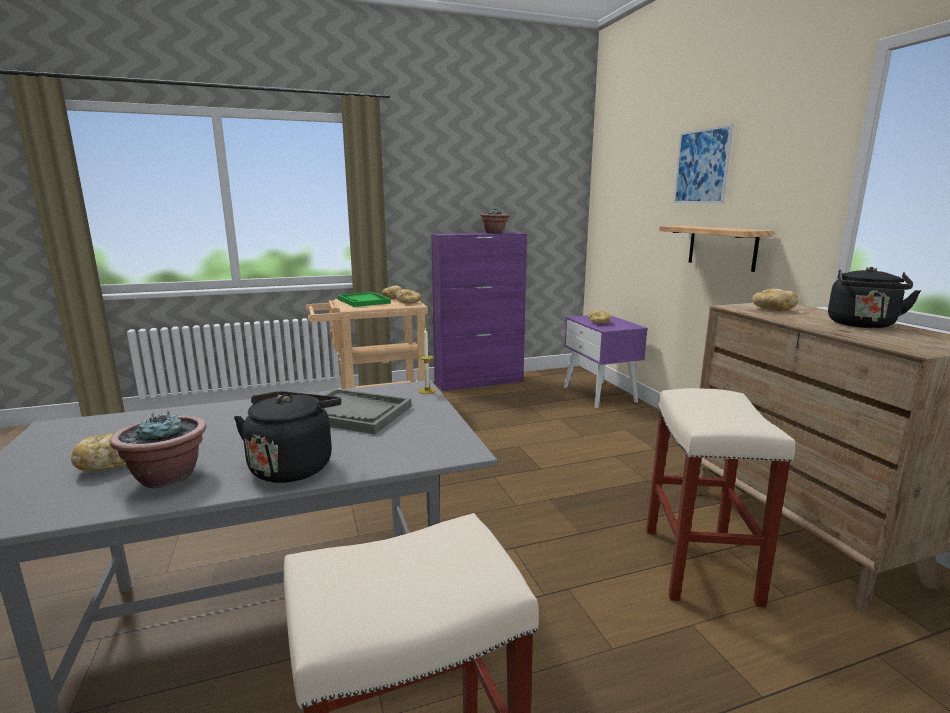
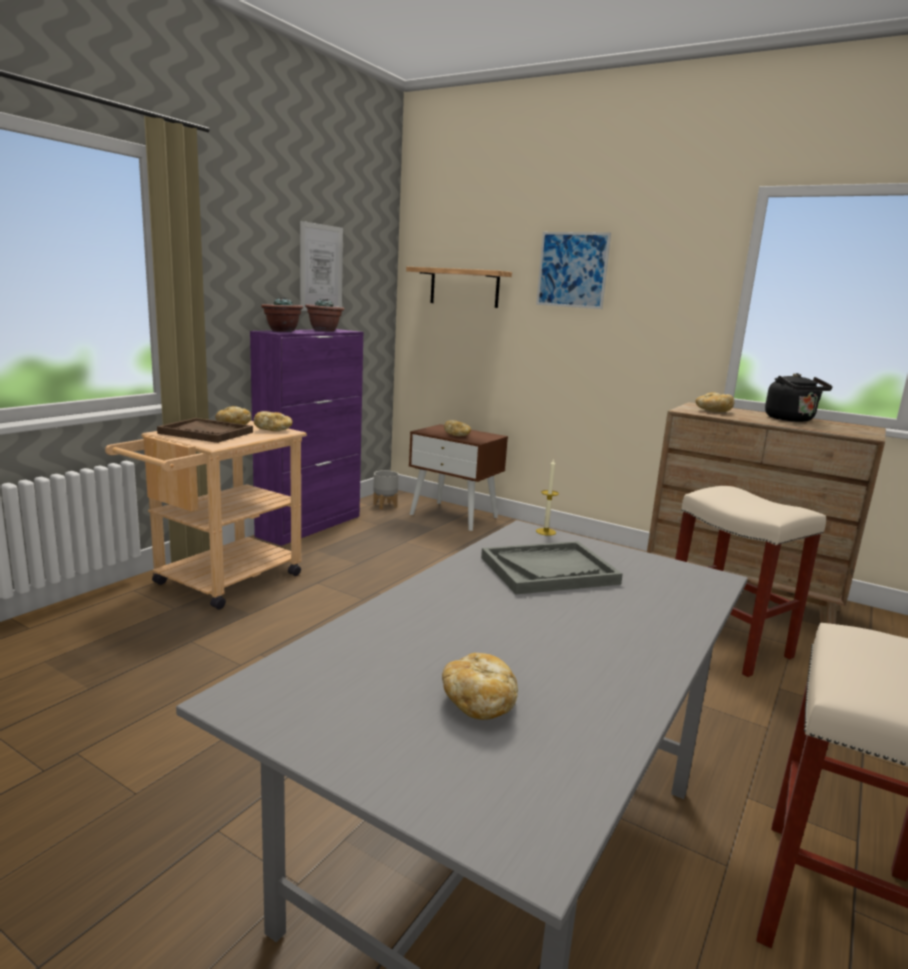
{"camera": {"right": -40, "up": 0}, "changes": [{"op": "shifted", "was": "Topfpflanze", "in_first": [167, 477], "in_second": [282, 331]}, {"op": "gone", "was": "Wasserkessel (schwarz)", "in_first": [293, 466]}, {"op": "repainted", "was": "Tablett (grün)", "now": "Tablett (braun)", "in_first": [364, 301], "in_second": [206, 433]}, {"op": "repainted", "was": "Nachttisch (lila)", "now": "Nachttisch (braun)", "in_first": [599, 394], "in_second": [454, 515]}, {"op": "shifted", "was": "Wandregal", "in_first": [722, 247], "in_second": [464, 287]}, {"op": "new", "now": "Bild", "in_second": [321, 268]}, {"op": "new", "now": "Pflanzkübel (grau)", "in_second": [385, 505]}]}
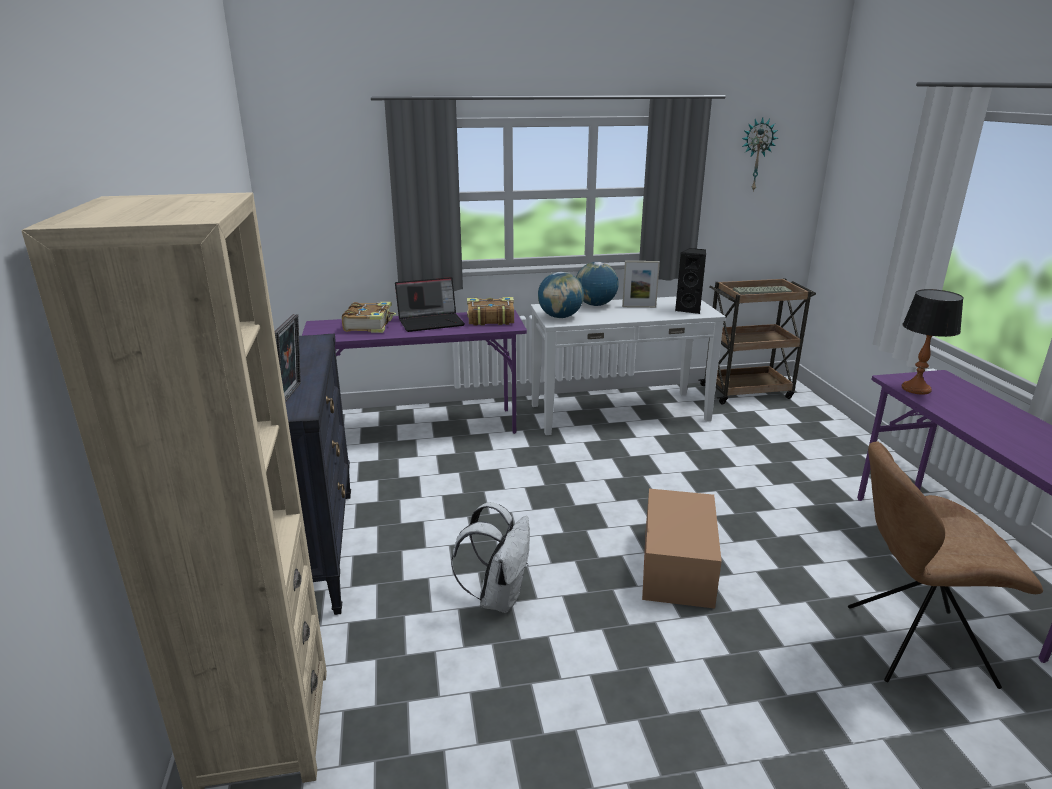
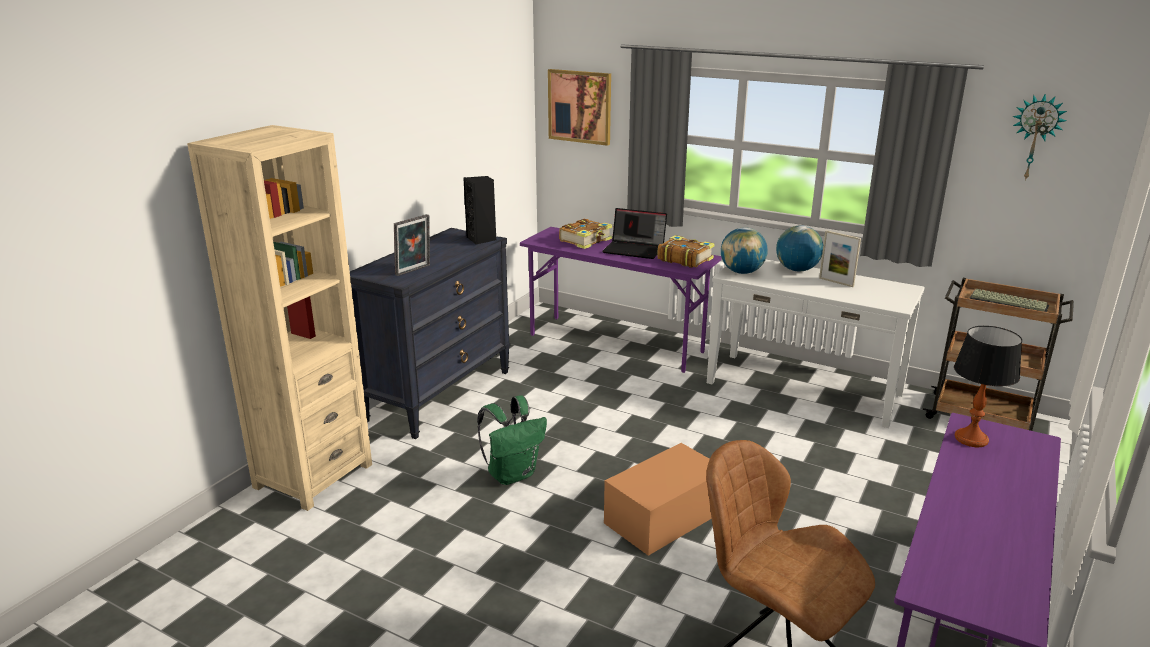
{"camera": {"right": 40, "up": 0}, "changes": [{"op": "repainted", "was": "Rucksack (weiß)", "now": "Rucksack (grün)", "in_first": [498, 597], "in_second": [512, 474]}, {"op": "shifted", "was": "Lautsprecher (schwarz)", "in_first": [689, 309], "in_second": [482, 239]}, {"op": "new", "now": "Bild", "in_second": [580, 106]}]}
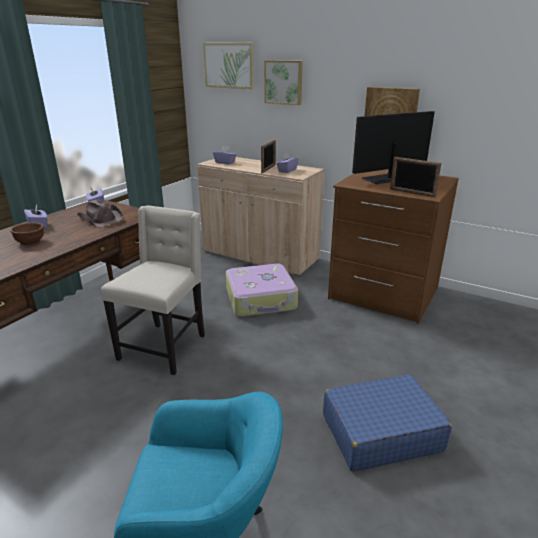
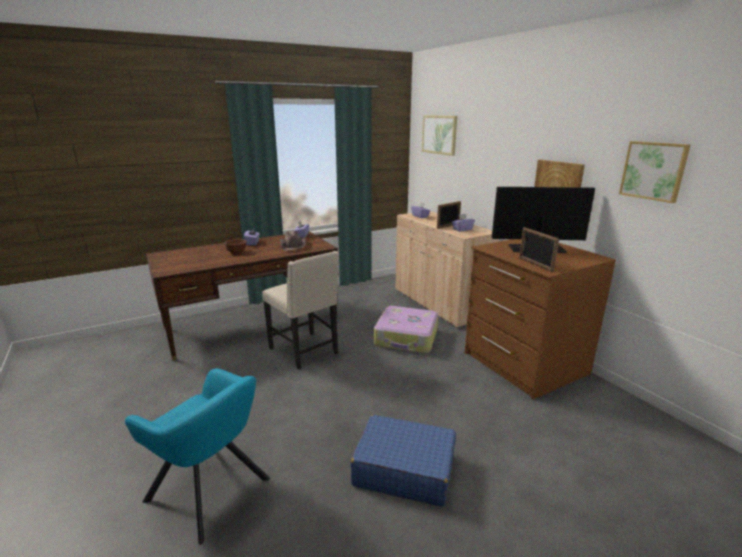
{"camera": {"right": 30, "up": -5}, "changes": [{"op": "rotated", "was": "Stuhl (beige)", "in_first": [164, 347], "in_second": [305, 351], "clockwise": 90}, {"op": "shifted", "was": "Bild", "in_first": [284, 82], "in_second": [654, 171]}]}
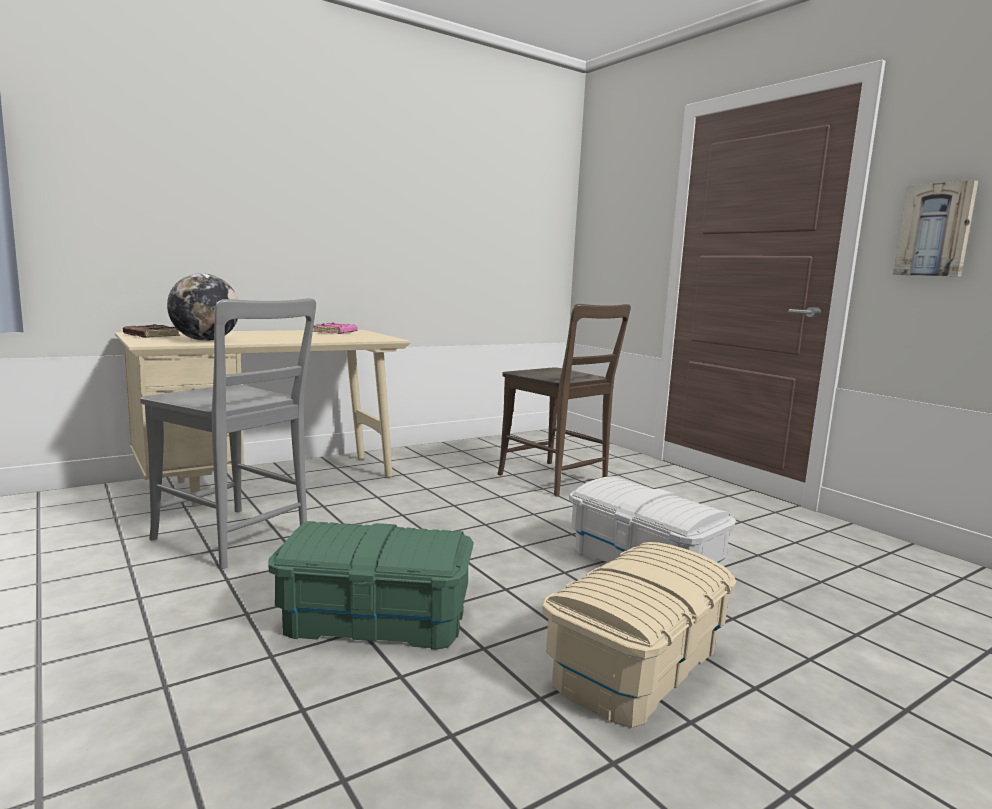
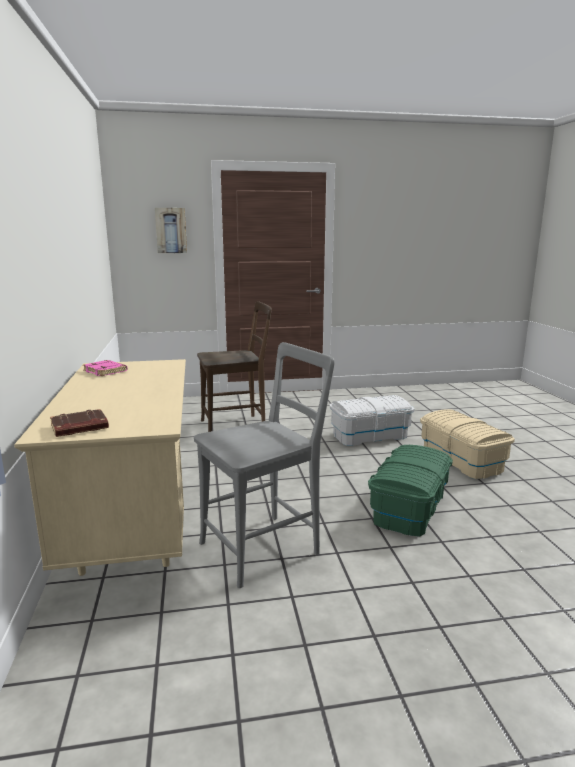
{"camera": {"right": -65, "up": 5}, "changes": [{"op": "gone", "was": "Globus", "in_first": [205, 340]}, {"op": "shifted", "was": "Bild", "in_first": [935, 230], "in_second": [171, 230]}]}
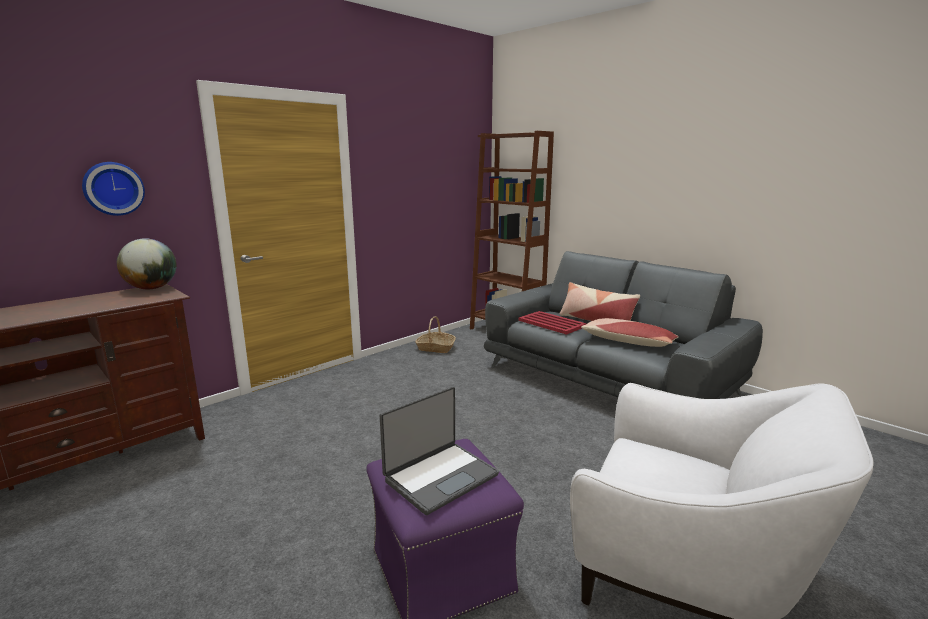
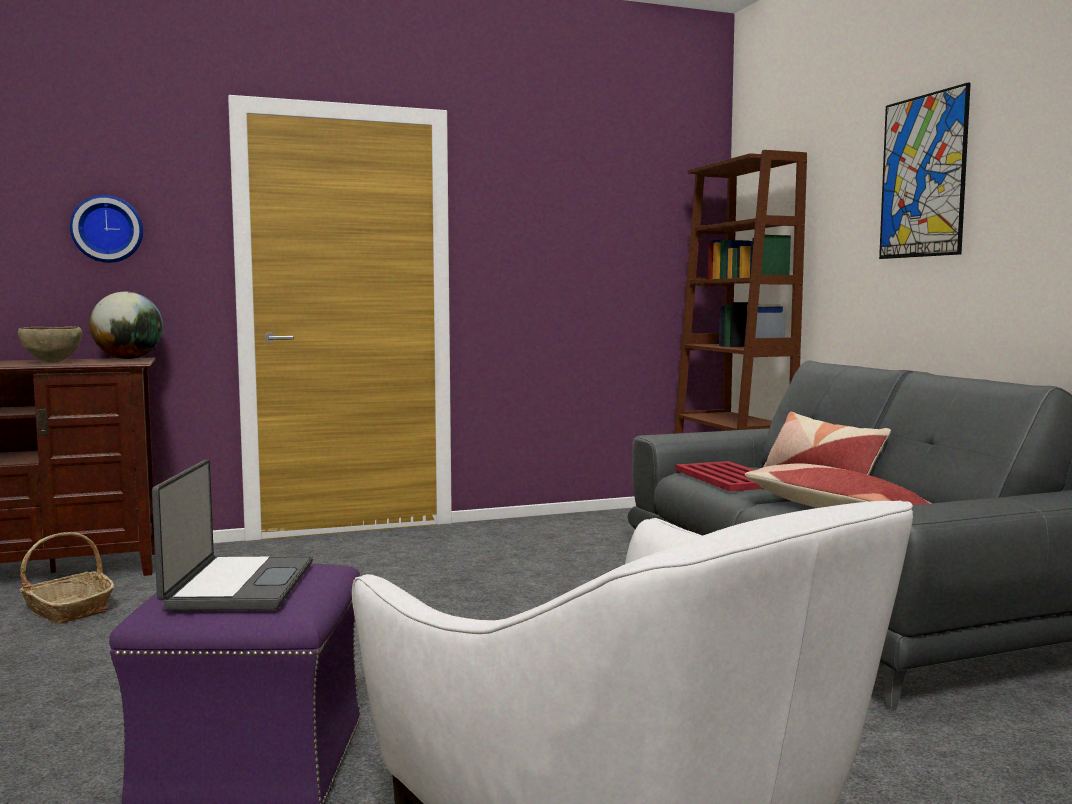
{"camera": {"right": 25, "up": -10}, "changes": [{"op": "rotated", "was": "Laptop", "in_first": [440, 477], "in_second": [237, 586], "clockwise": -75}, {"op": "shifted", "was": "Korb", "in_first": [435, 348], "in_second": [67, 610]}, {"op": "new", "now": "Schüssel (braun)", "in_second": [51, 362]}, {"op": "new", "now": "Bild", "in_second": [923, 176]}]}
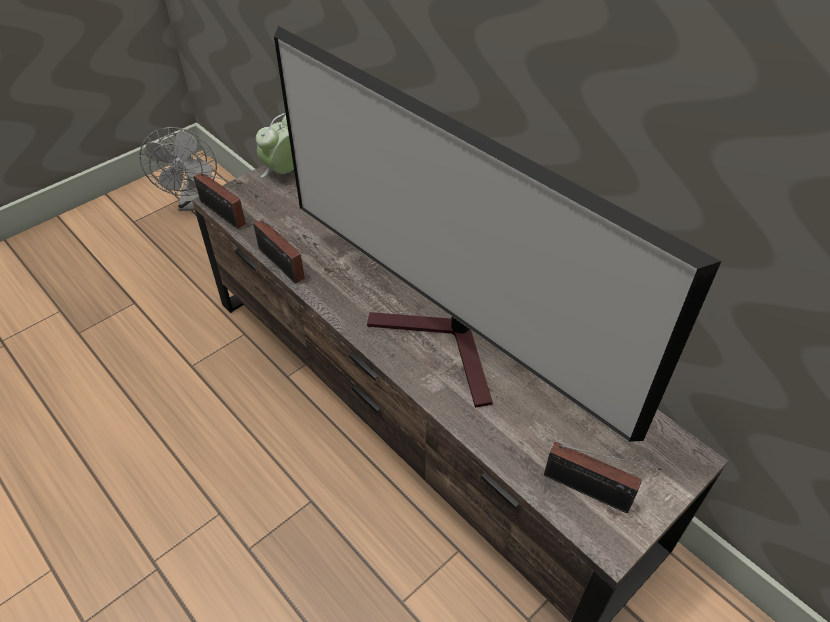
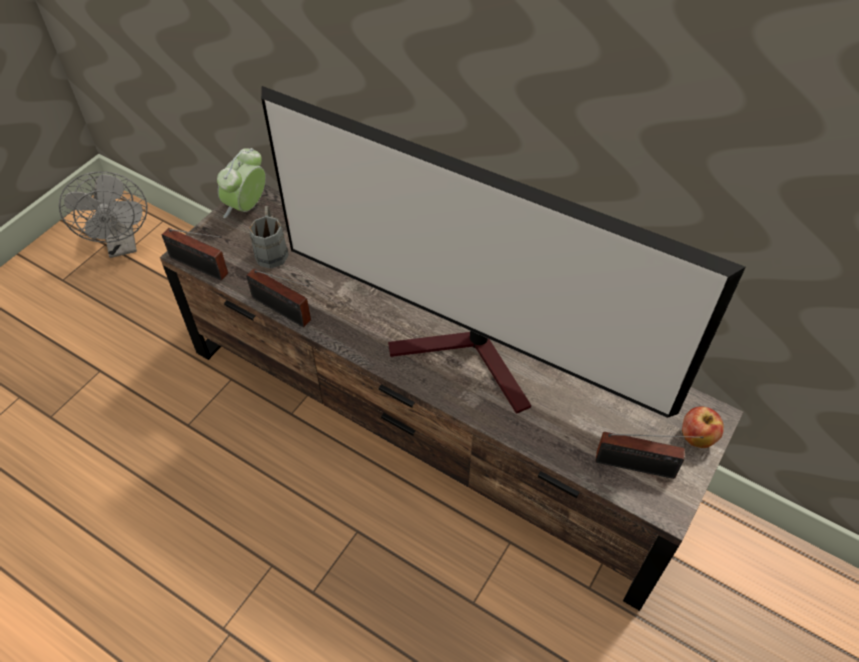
{"camera": {"right": -15, "up": 5}, "changes": [{"op": "new", "now": "Henkelbecher (grau)", "in_second": [272, 249]}, {"op": "new", "now": "Apfel", "in_second": [696, 438]}]}
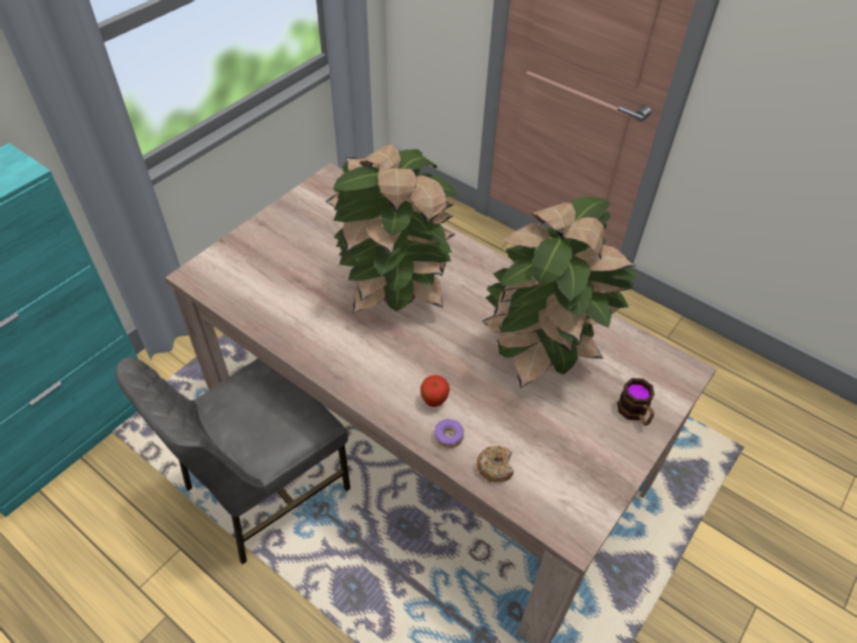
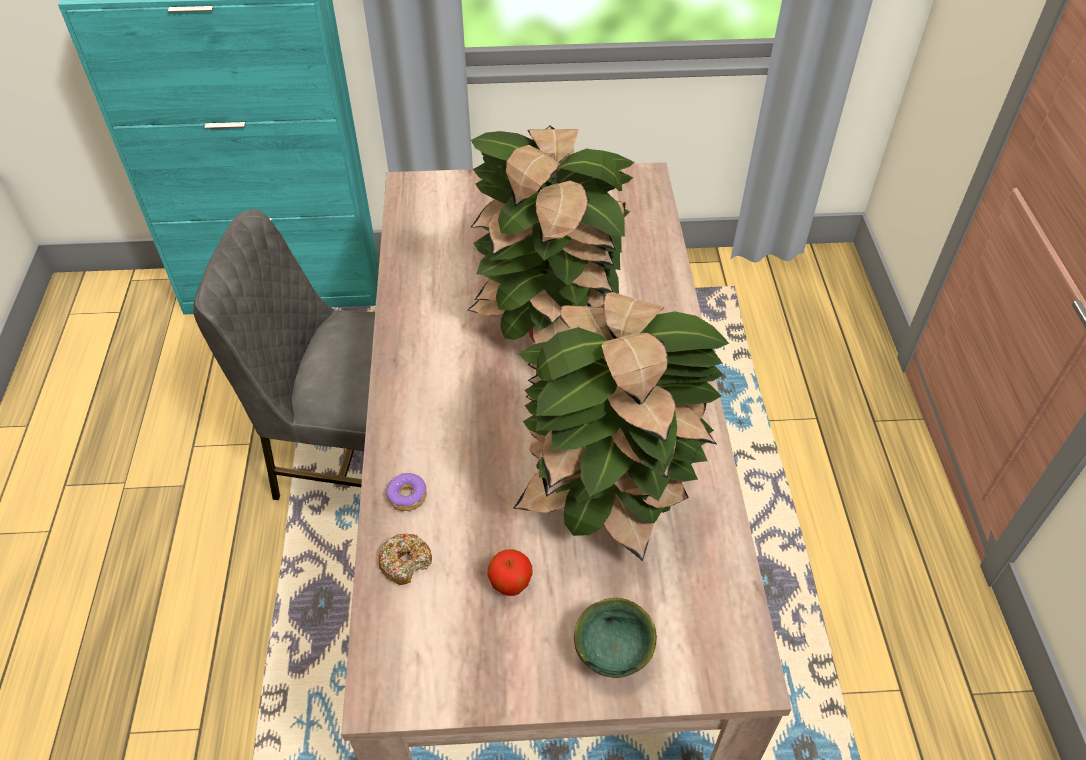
{"camera": {"right": 50, "up": 0}, "changes": [{"op": "shifted", "was": "Apfel", "in_first": [434, 401], "in_second": [510, 586]}, {"op": "swapped", "was": "Henkelbecher", "now": "Schüssel (grün)", "in_first": [635, 413], "in_second": [615, 655]}]}
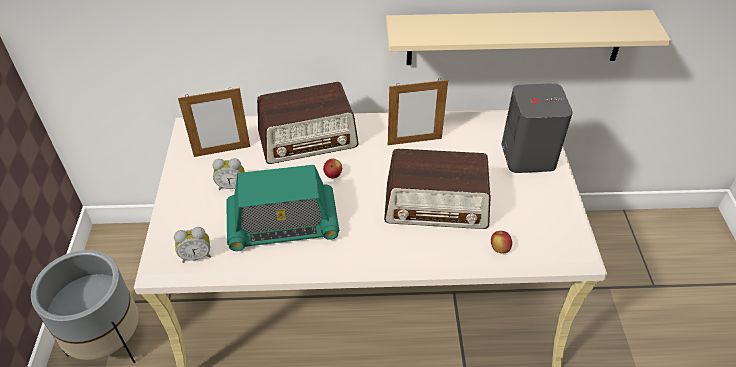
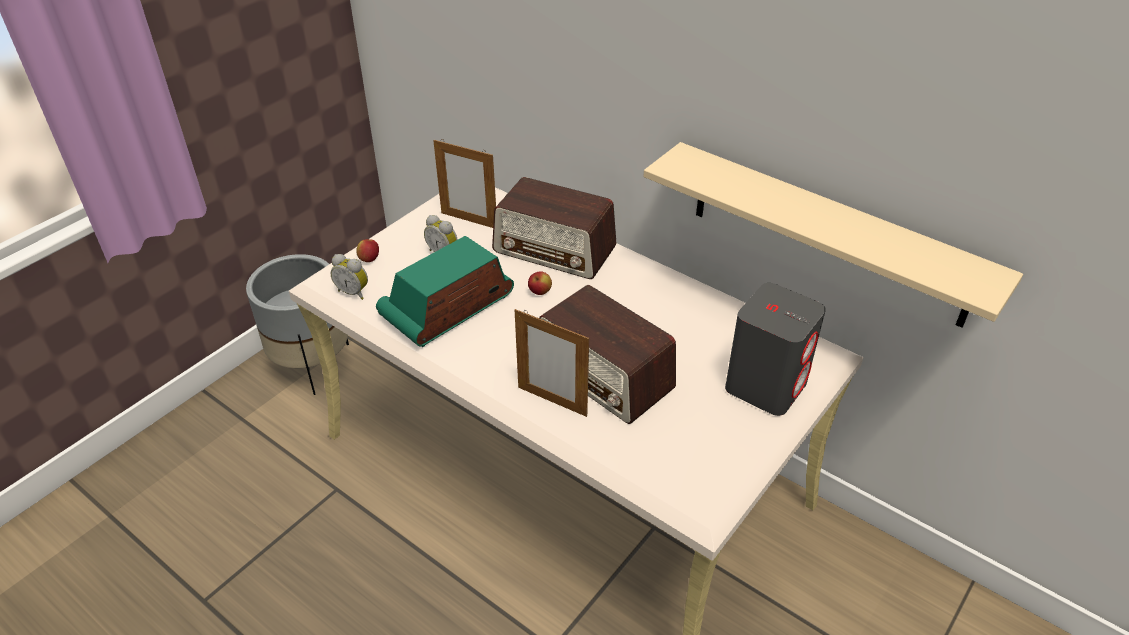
{"camera": {"right": 40, "up": -5}, "changes": [{"op": "rotated", "was": "Radio", "in_first": [283, 224], "in_second": [447, 308], "clockwise": 105}, {"op": "shifted", "was": "Bilderrahmen", "in_first": [414, 141], "in_second": [552, 401]}, {"op": "shifted", "was": "Apfel", "in_first": [499, 248], "in_second": [369, 259]}]}
